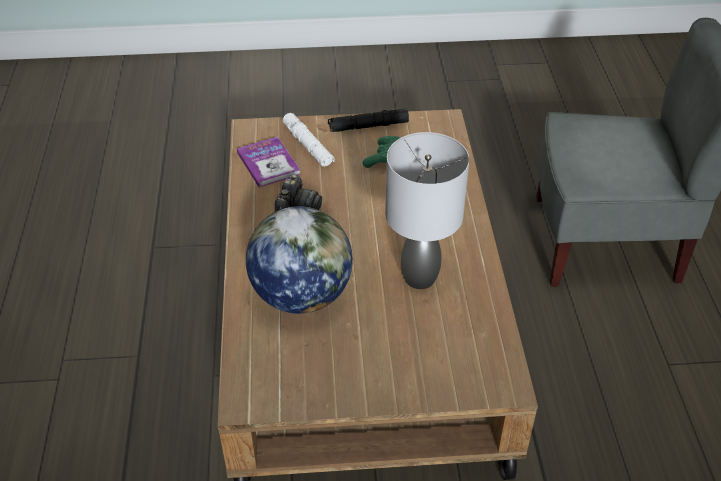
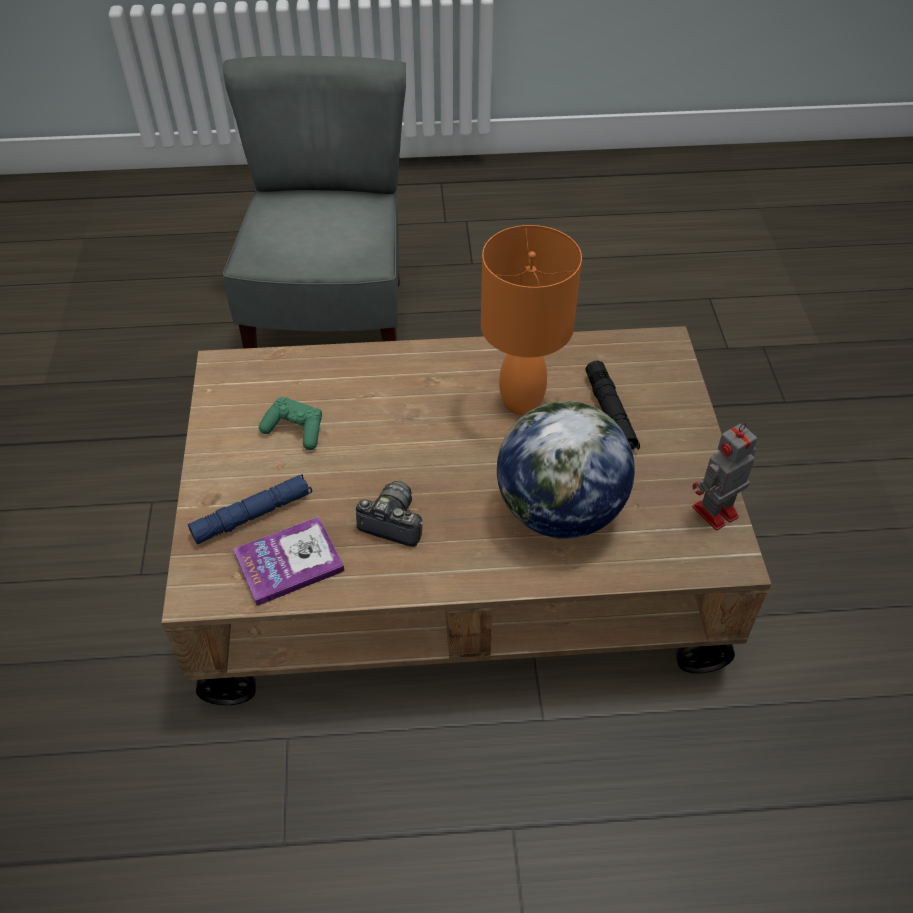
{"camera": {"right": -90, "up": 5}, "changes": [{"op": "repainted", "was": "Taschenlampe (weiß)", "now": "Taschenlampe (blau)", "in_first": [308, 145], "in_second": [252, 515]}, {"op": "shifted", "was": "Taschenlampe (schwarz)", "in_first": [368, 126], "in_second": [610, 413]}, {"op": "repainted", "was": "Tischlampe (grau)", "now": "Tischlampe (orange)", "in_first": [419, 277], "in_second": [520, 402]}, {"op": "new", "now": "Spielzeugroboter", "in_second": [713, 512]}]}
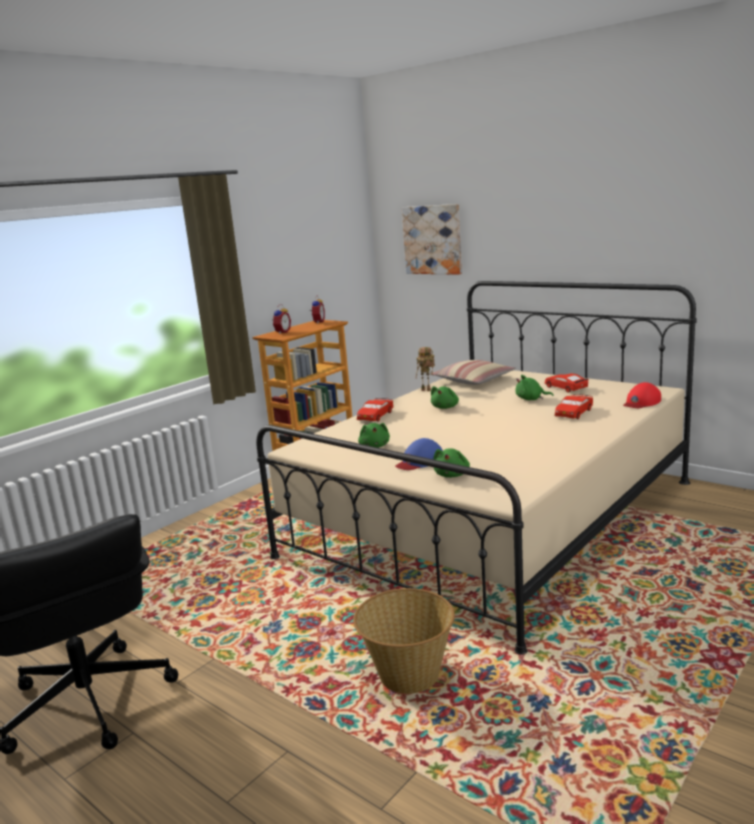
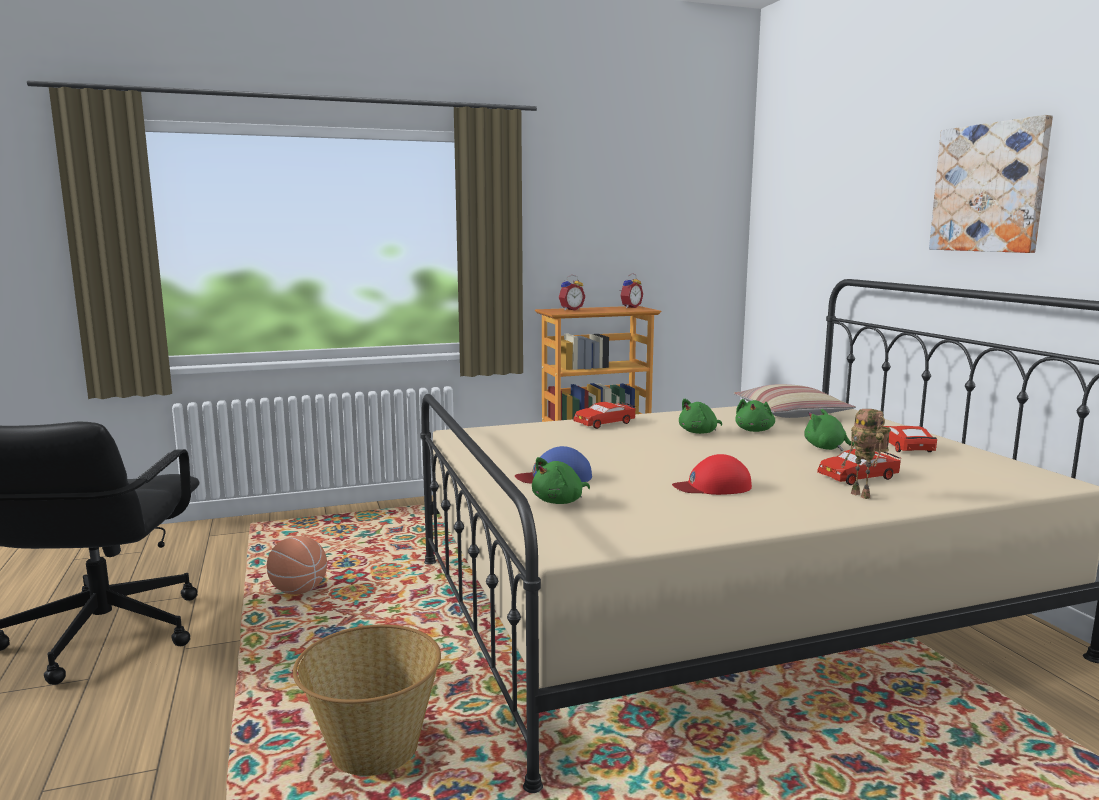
{"camera": {"right": 30, "up": -5}, "changes": [{"op": "shifted", "was": "Plüschtier (grün)", "in_first": [374, 446], "in_second": [754, 430]}, {"op": "shifted", "was": "Bild", "in_first": [433, 239], "in_second": [989, 188]}, {"op": "shifted", "was": "Spielzeugroboter", "in_first": [427, 390], "in_second": [863, 495]}, {"op": "shifted", "was": "Kappe (rot)", "in_first": [641, 402], "in_second": [713, 487]}, {"op": "new", "now": "Basketball", "in_second": [298, 590]}]}
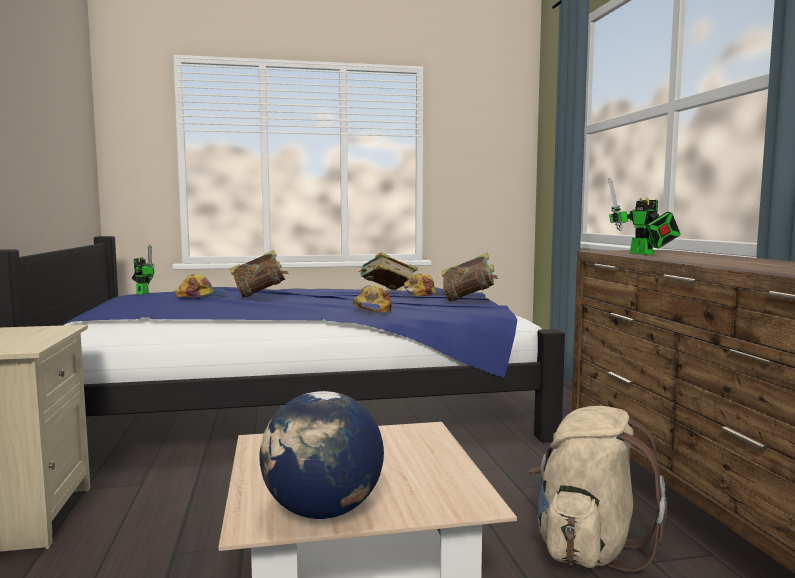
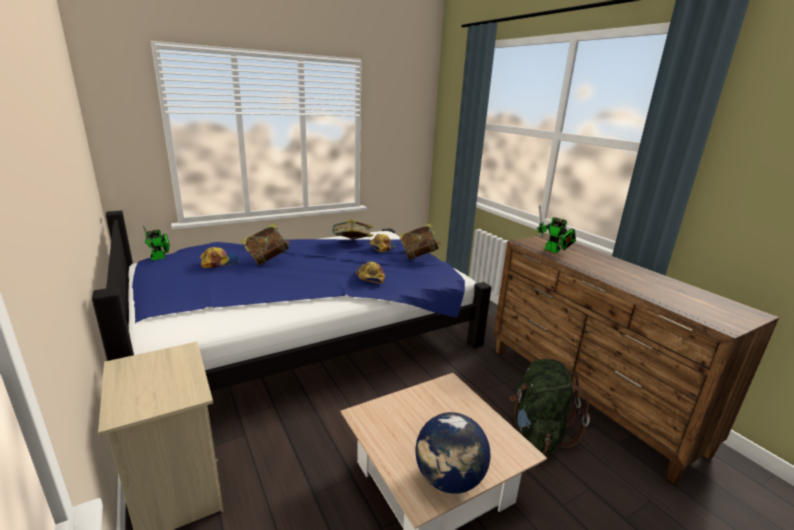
{"camera": {"right": -20, "up": 15}, "changes": [{"op": "rotated", "was": "Spielzeugroboter", "in_first": [143, 293], "in_second": [160, 258], "clockwise": 60}, {"op": "repainted", "was": "Rucksack (beige)", "now": "Rucksack (grün)", "in_first": [588, 548], "in_second": [538, 433]}]}
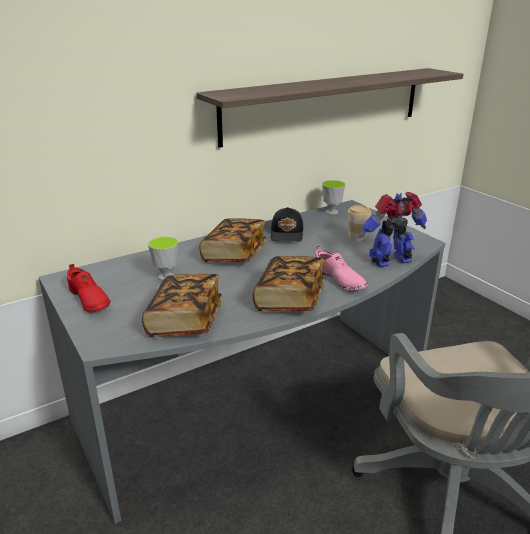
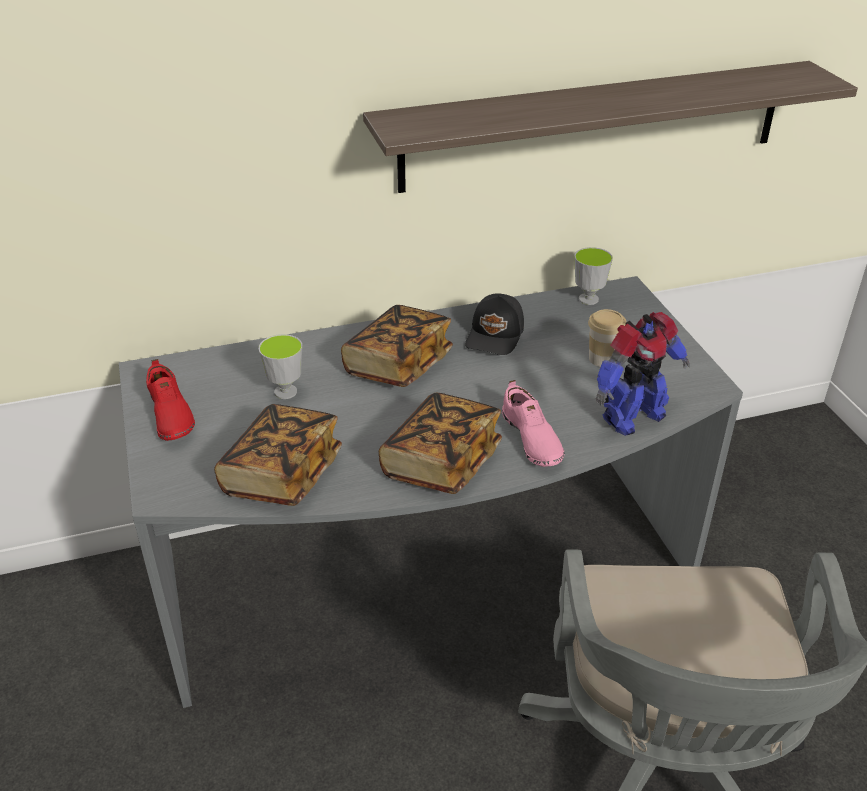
{"camera": {"right": 15, "up": 10}, "changes": [{"op": "rotated", "was": "Spielzeugroboter", "in_first": [391, 261], "in_second": [632, 417], "clockwise": 150}]}
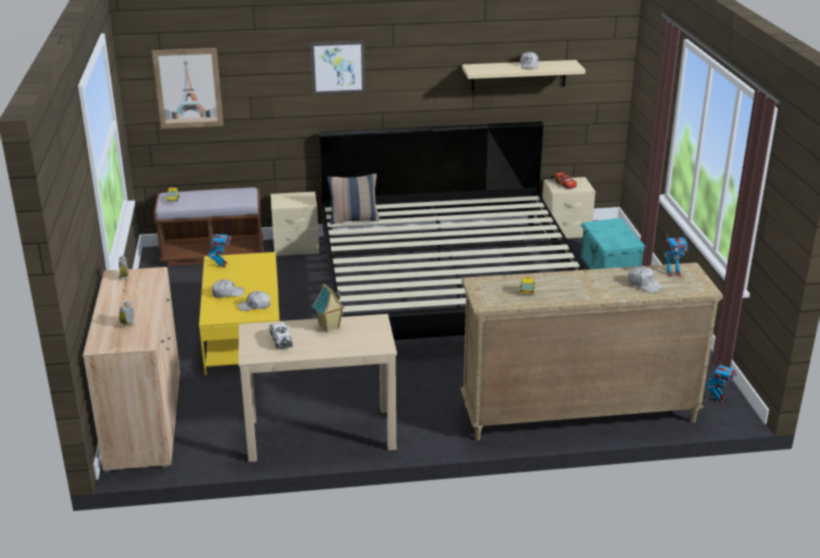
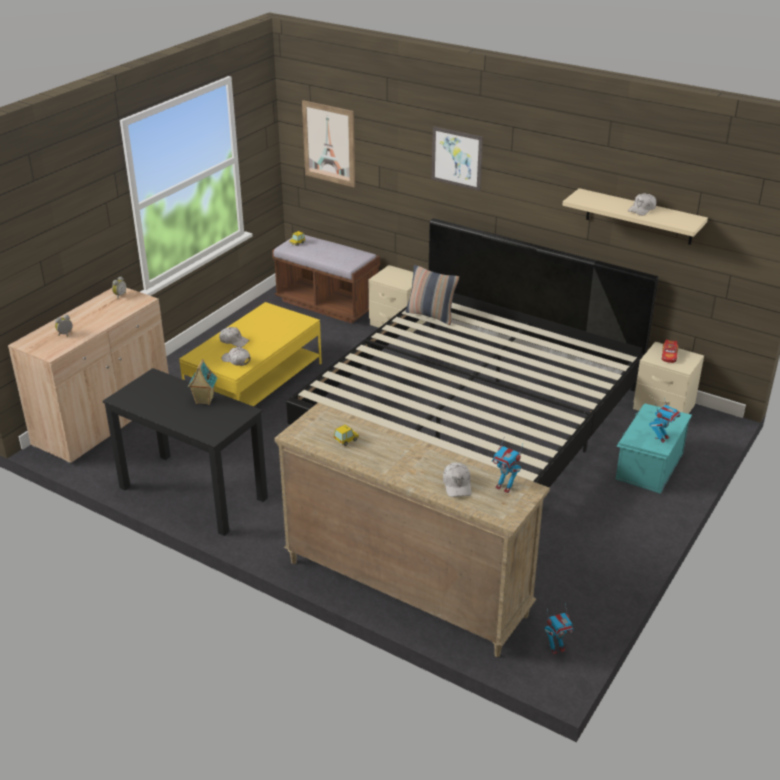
{"camera": {"right": 40, "up": 5}, "changes": [{"op": "shifted", "was": "Spielzeugroboter", "in_first": [221, 265], "in_second": [661, 438]}, {"op": "repainted", "was": "Schreibtisch (beige)", "now": "Schreibtisch (schwarz)", "in_first": [320, 434], "in_second": [192, 492]}, {"op": "gone", "was": "Spielzeuglaster", "in_first": [281, 340]}]}
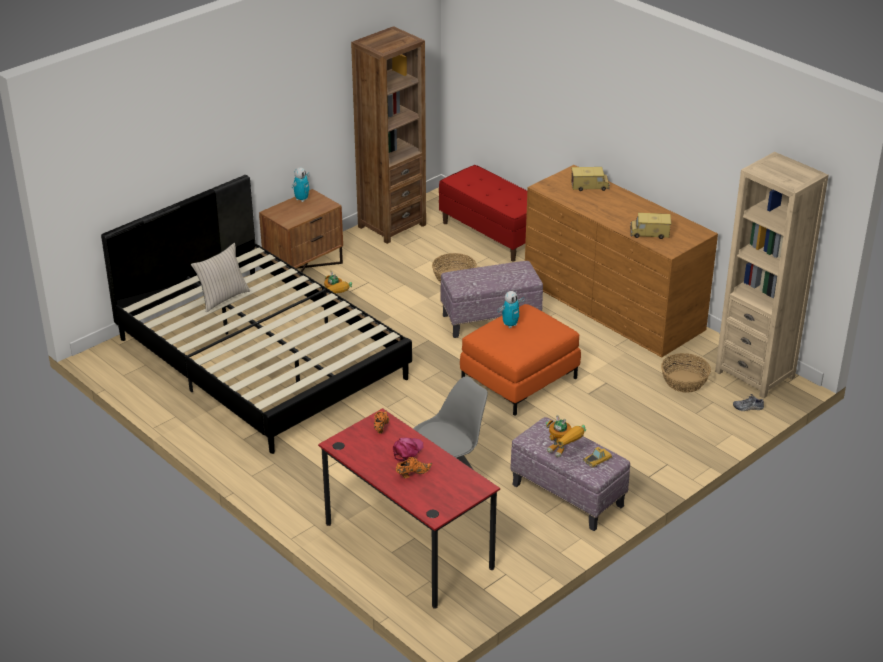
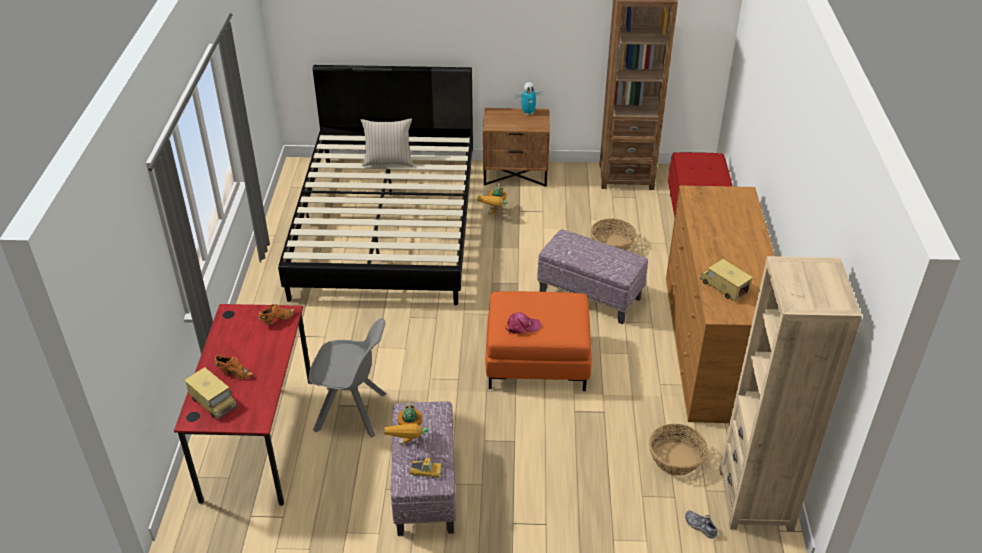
{"camera": {"right": 45, "up": 5}, "changes": [{"op": "shifted", "was": "Kappe (rosa)", "in_first": [407, 451], "in_second": [522, 326]}, {"op": "gone", "was": "Spielzeugroboter", "in_first": [510, 325]}, {"op": "shifted", "was": "Spielzeuglaster", "in_first": [589, 186], "in_second": [213, 401]}]}
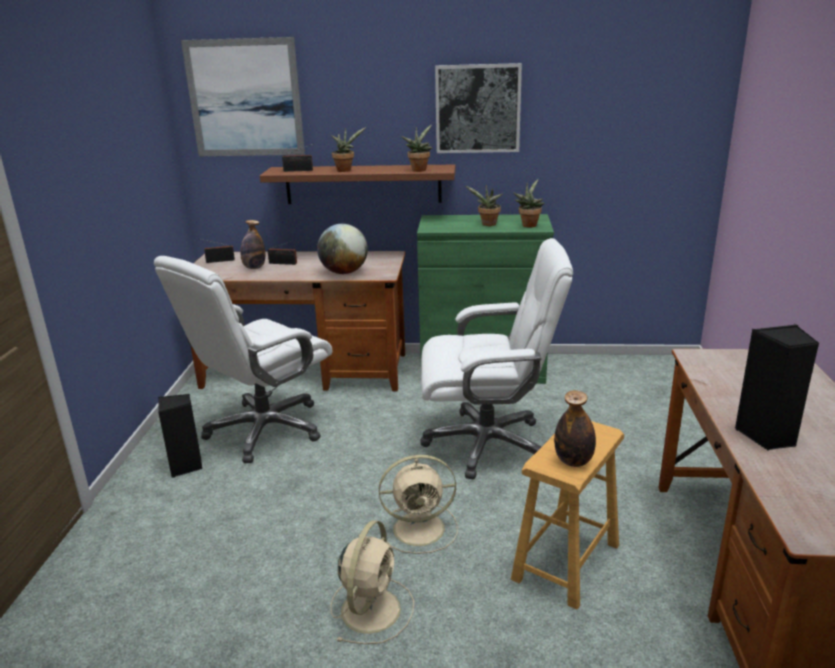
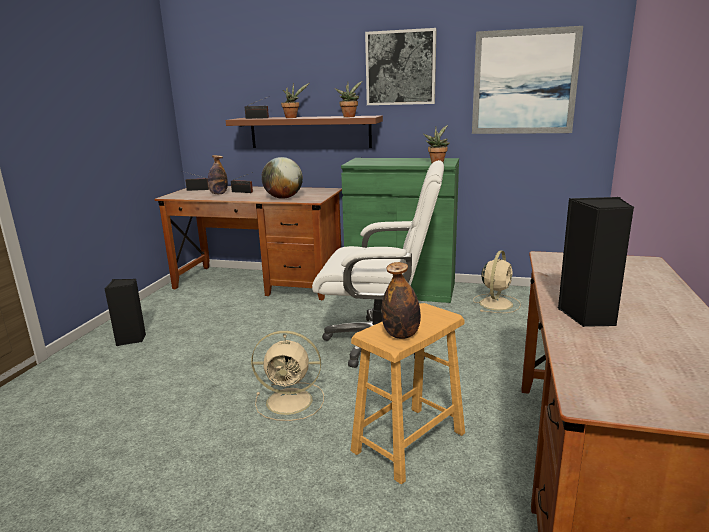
{"camera": {"right": 10, "up": -5}, "changes": [{"op": "gone", "was": "Bürostuhl (weiß)", "in_first": [264, 430]}, {"op": "shifted", "was": "Bild", "in_first": [245, 98], "in_second": [524, 82]}, {"op": "shifted", "was": "Ventilator (beige)", "in_first": [372, 608], "in_second": [496, 303]}, {"op": "gone", "was": "Topfpflanze", "in_first": [487, 224]}]}
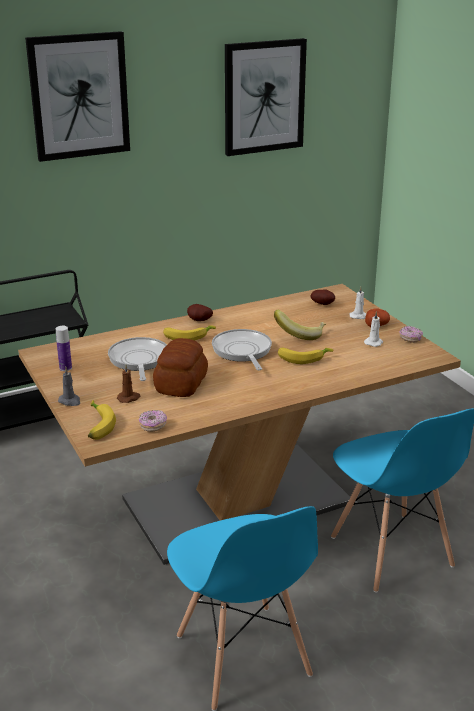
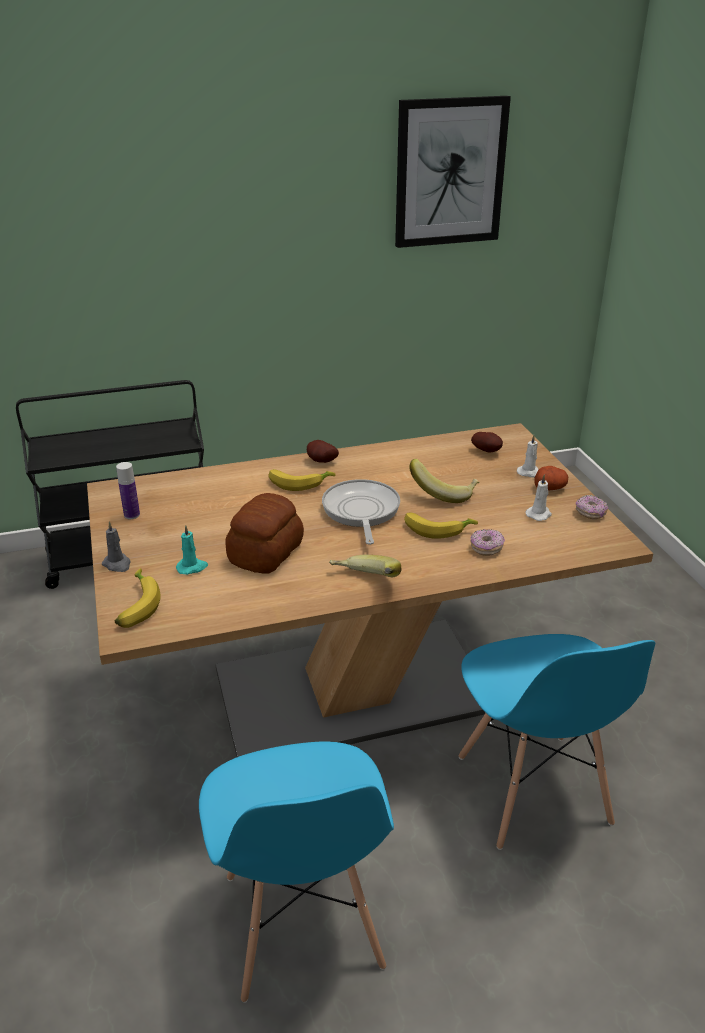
{"camera": {"right": 10, "up": 5}, "changes": [{"op": "gone", "was": "Bild", "in_first": [79, 96]}, {"op": "gone", "was": "Pfanne", "in_first": [139, 360]}, {"op": "repainted", "was": "Kerze (braun)", "now": "Kerze (türkis)", "in_first": [129, 398], "in_second": [192, 567]}, {"op": "shifted", "was": "Donut", "in_first": [153, 426], "in_second": [486, 548]}, {"op": "new", "now": "Banane", "in_second": [364, 583]}]}
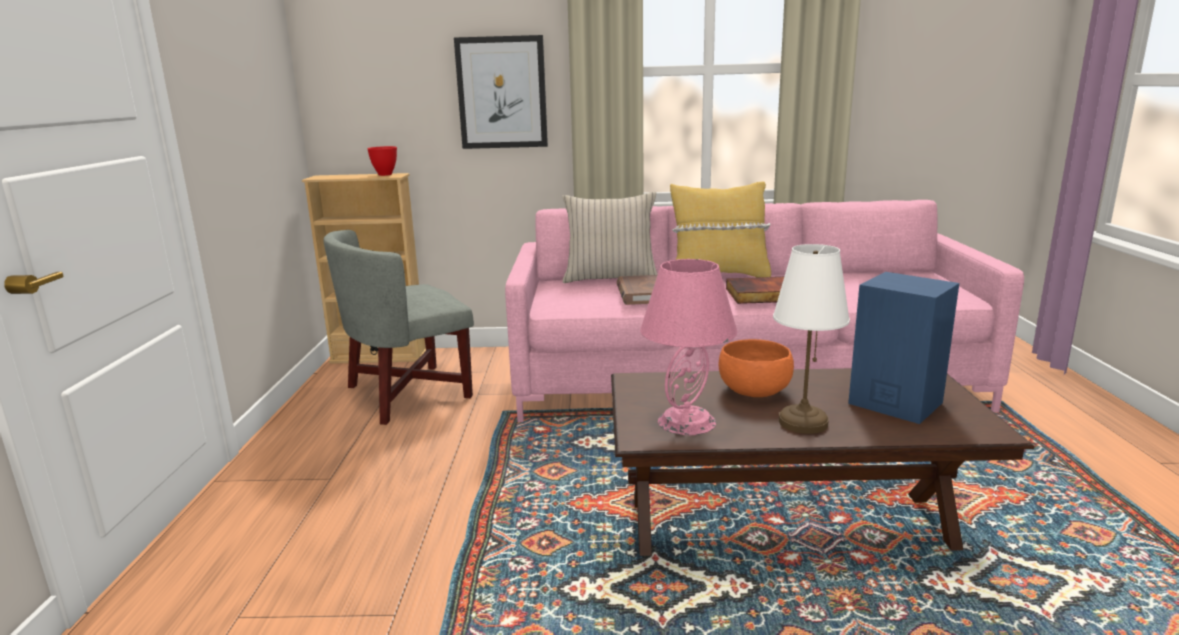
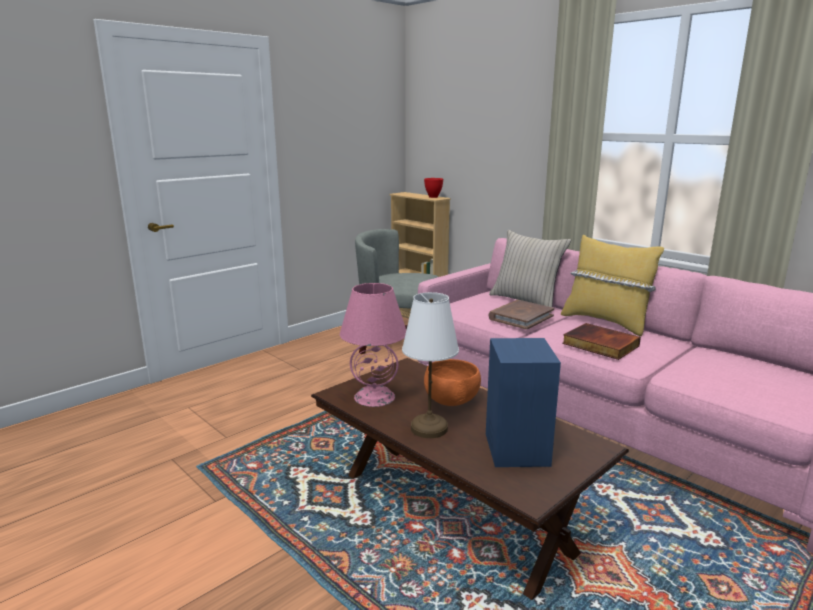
{"camera": {"right": 45, "up": 0}, "changes": [{"op": "gone", "was": "Bild", "in_first": [502, 93]}]}
